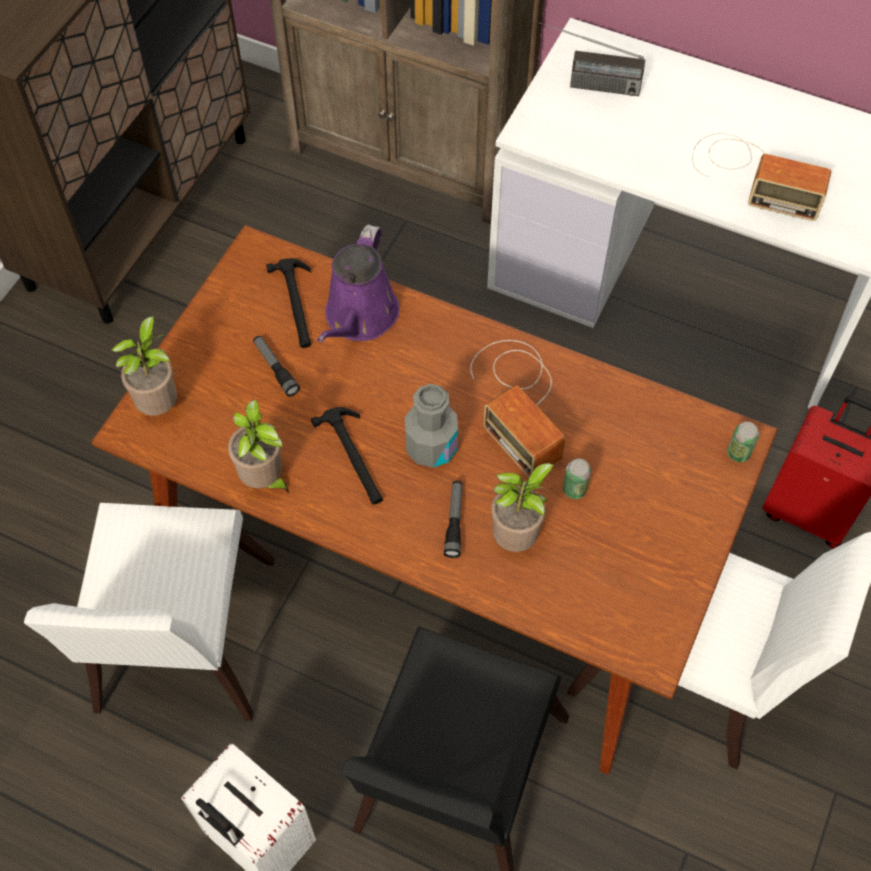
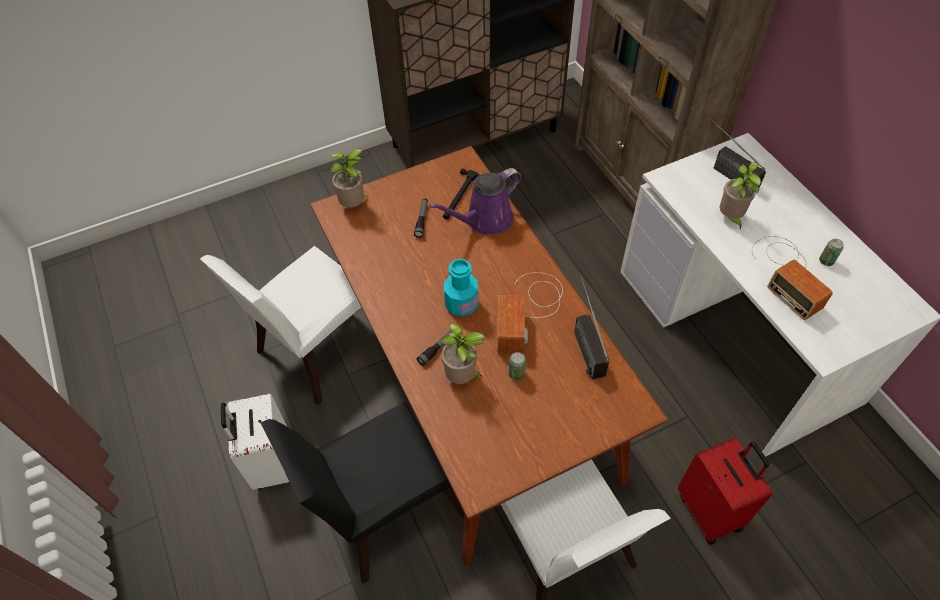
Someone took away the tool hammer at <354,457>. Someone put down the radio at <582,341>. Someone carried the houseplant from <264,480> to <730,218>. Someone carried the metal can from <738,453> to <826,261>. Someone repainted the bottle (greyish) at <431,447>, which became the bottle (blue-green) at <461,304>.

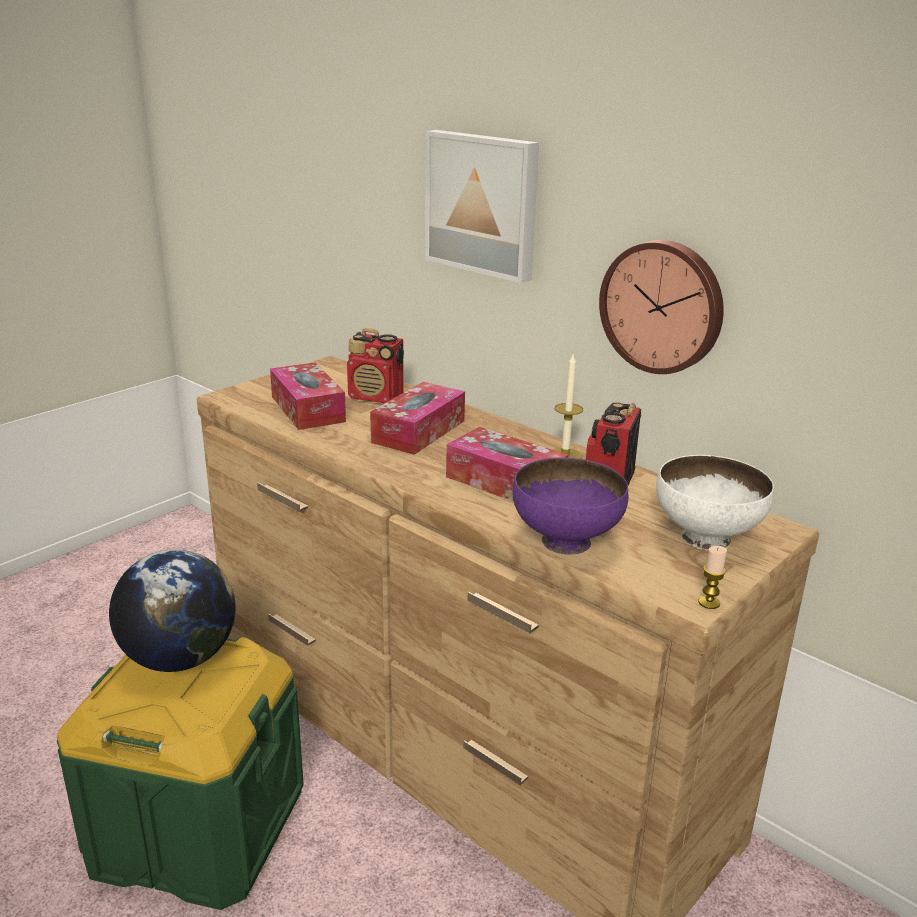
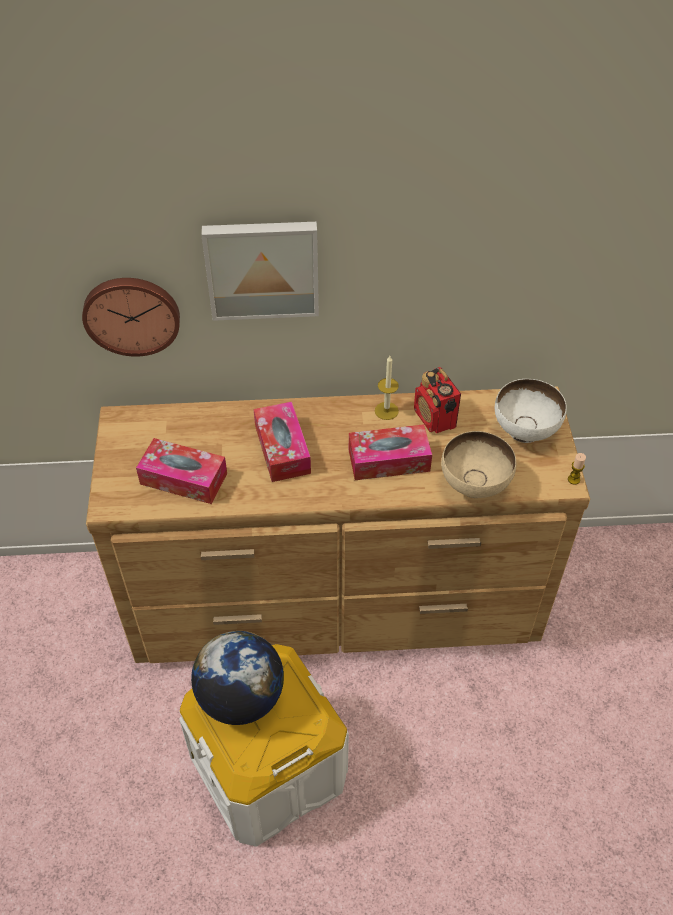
Someone took away the radio at <376,397>. Someone carried the wall clock from <663,306> to <132,314>. Someone repainted the storage box (green) at <198,828>, which became the storage box (whitish) at <269,768>. Someone repainted the serving bowl (purplish) at <565,542>, which became the serving bowl (sand-coloured) at <474,486>.

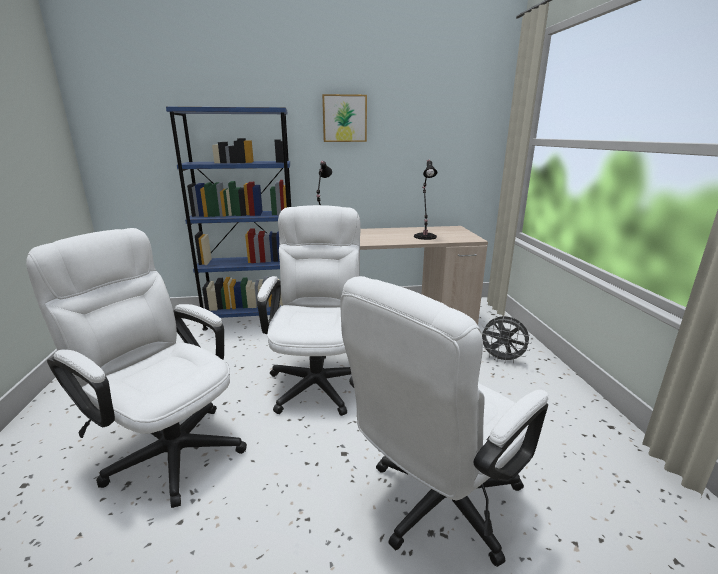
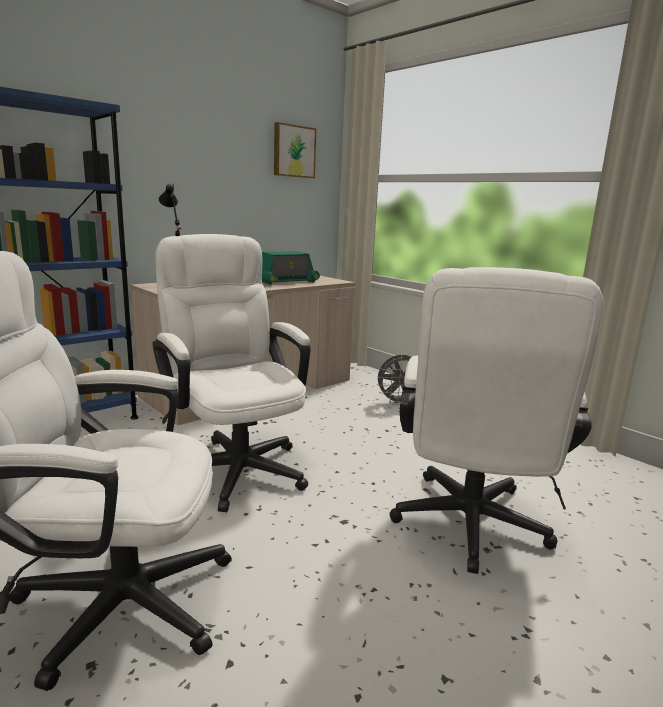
Someone carried the wall picture from <344,118> to <293,151>. Someone swapped the lamp for a table (black-coloured) at <425,236> for the radio at <286,281>.

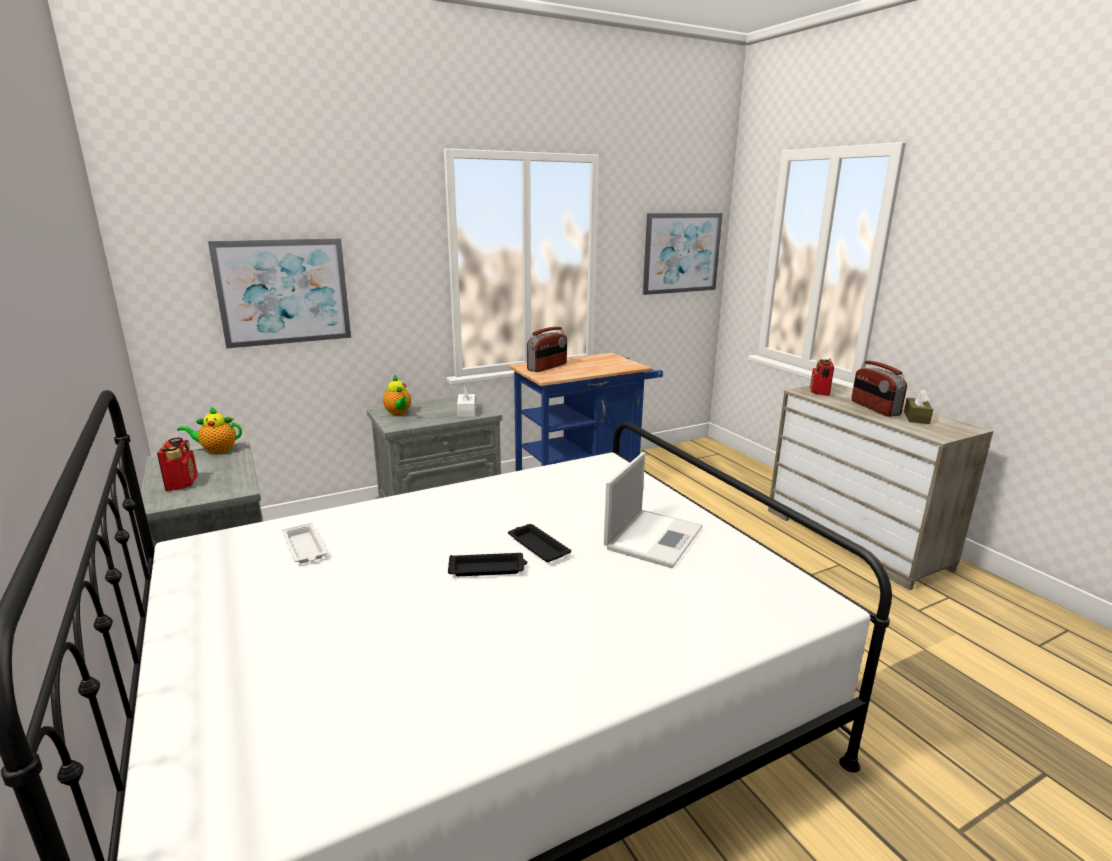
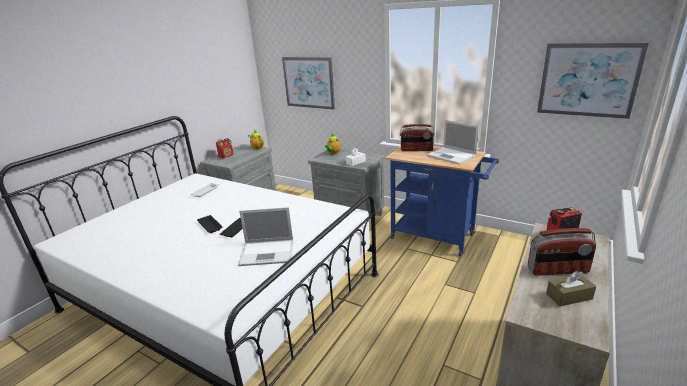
Someone put down the laptop at <452,156>. Someone rotated the radio at <874,408> by 135 degrees counterclockwise.

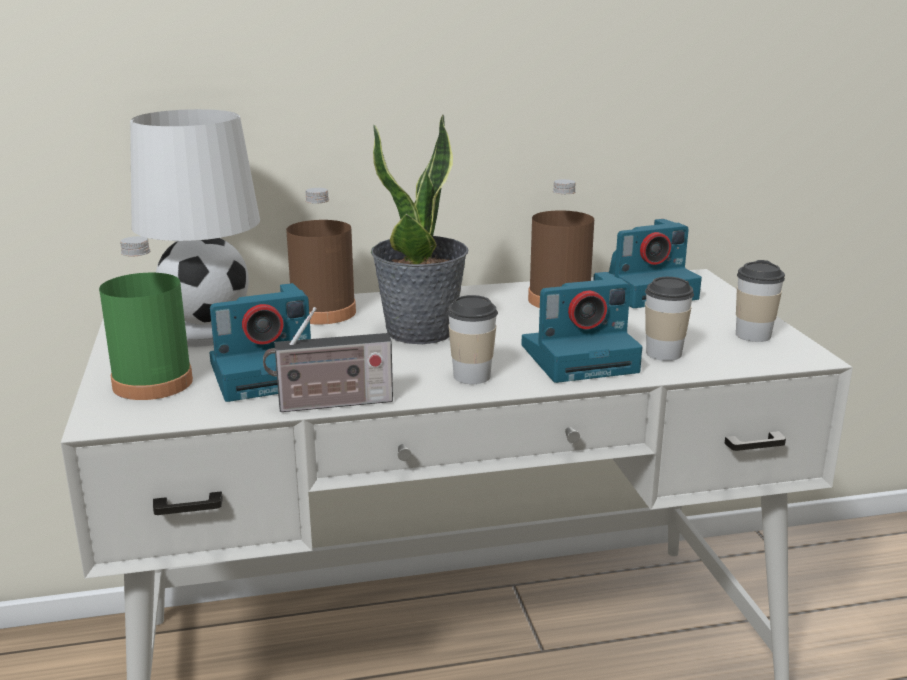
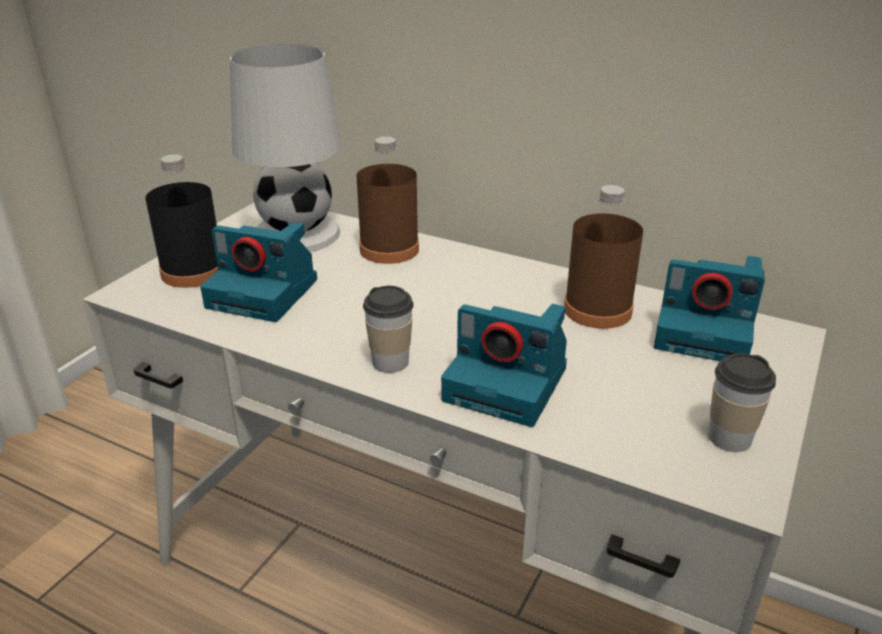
Someone took away the radio at <330,404>. Someone took away the houseplant at <421,331>. Someone took away the drinking cup at <663,353>. Someone repainted the bottle (green) at <152,383>, which became the bottle (black-coloured) at <193,272>.

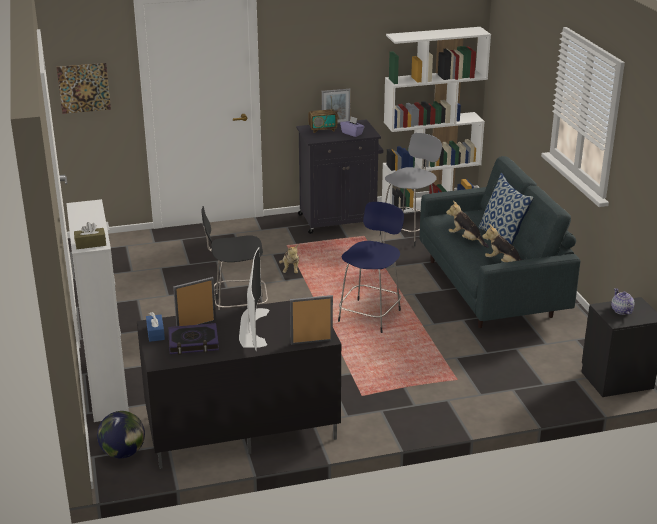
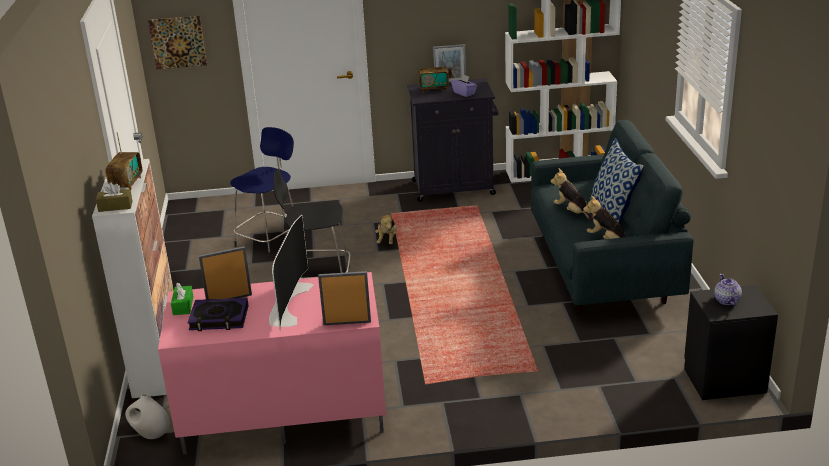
Someone took away the sitting stool (greyish) at <409,232>. Someone put down the radio at <126,184>. Someone carried the sitting stool (blue-coloured) from <370,315> to <270,241>. Someone swapped the globe at <123,453> for the flower vase (whitish) at <150,434>. Someone repainted the tv unit (black-coloured) at <240,429>, which became the tv unit (pink) at <282,414>. Someone repainted the tissue holder (blue-coloured) at <155,333>, which became the tissue holder (green) at <183,306>.

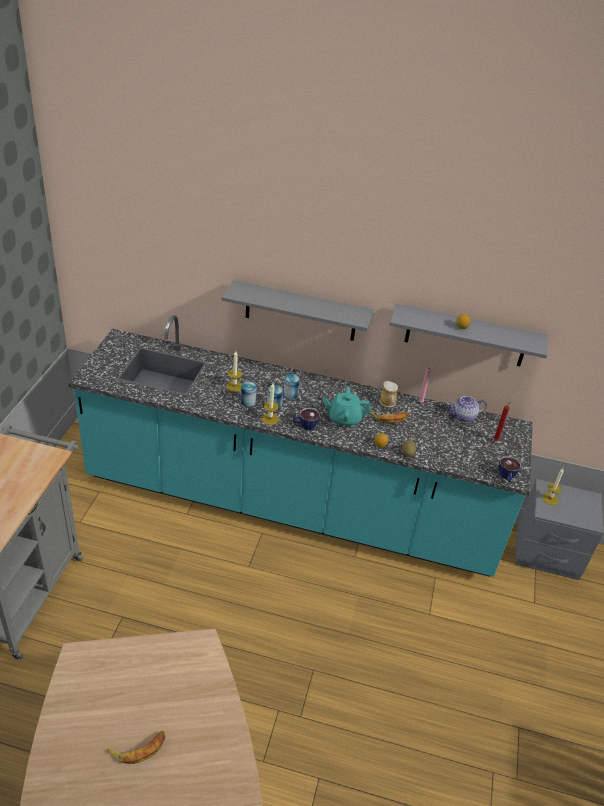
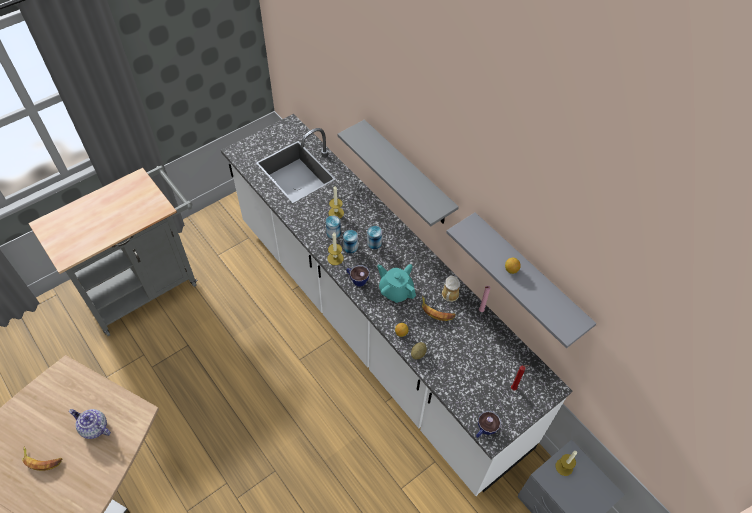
Someone carried the tea pot from <463,417> to <94,428>. Someone repainted the counter (blue-green) at <291,506>, which became the counter (whitish) at <373,328>.

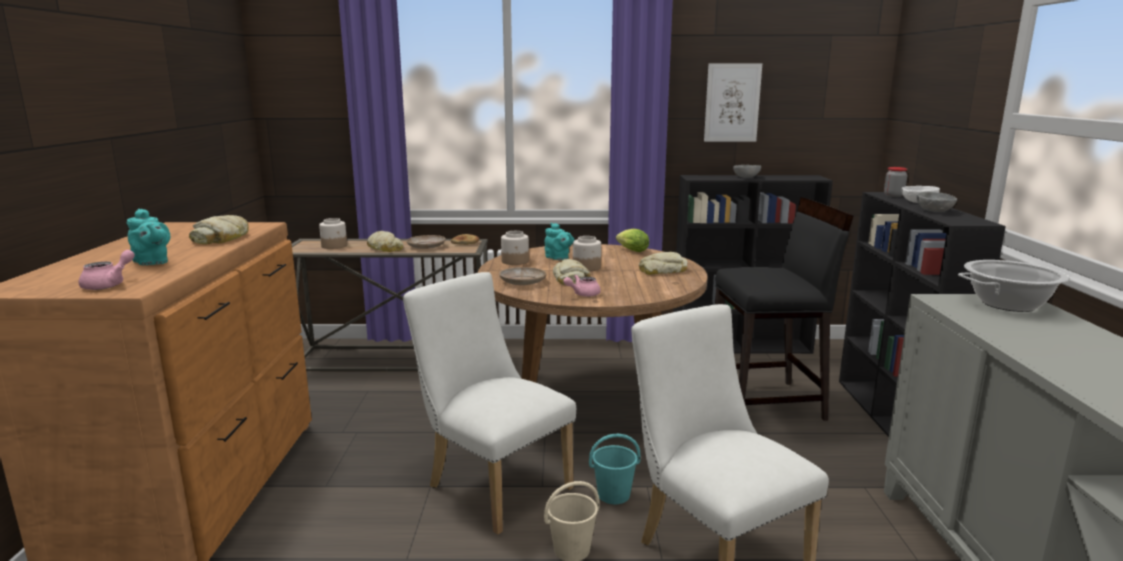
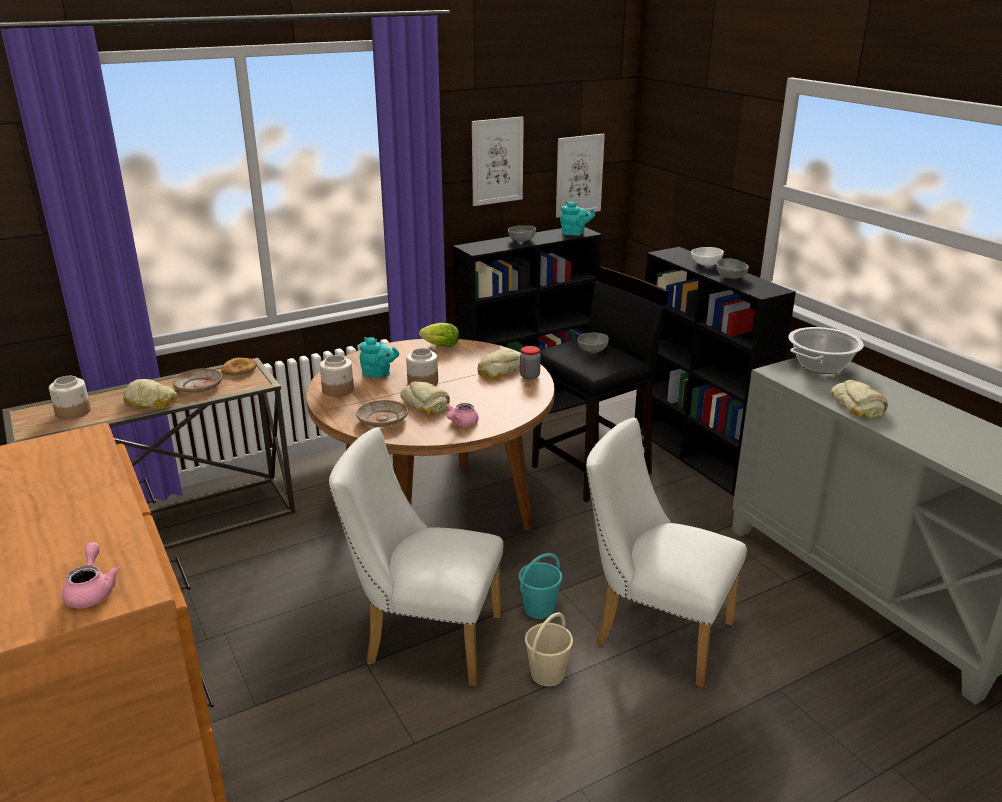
Someone put up the wall picture at <579,175>. Someone put down the serving bowl (greyish) at <591,350>. Someone carried the tea pot (blue-green) from <152,262> to <575,234>. Someone carried the bakery bread from <222,238> to <857,406>. Someone carried the jar from <893,195> to <529,376>.

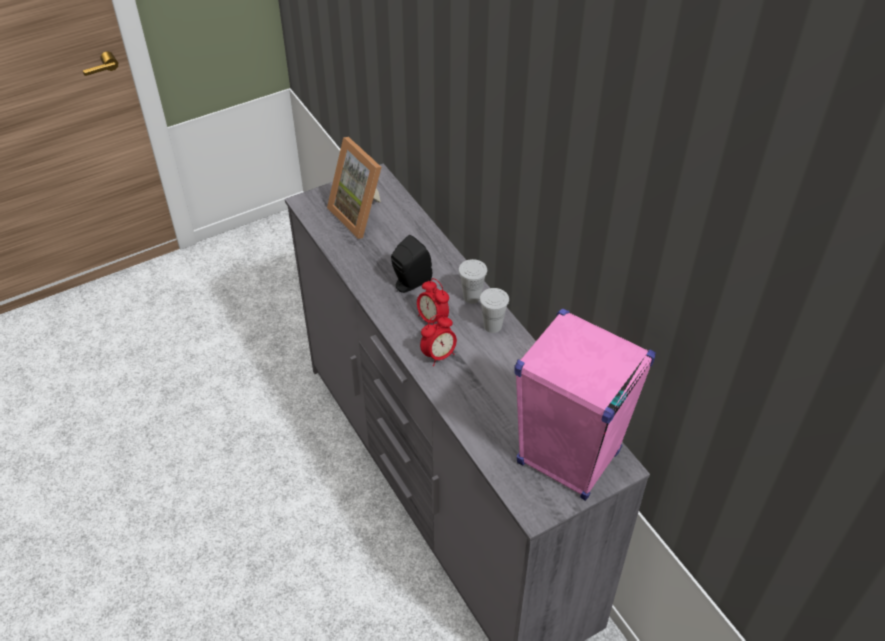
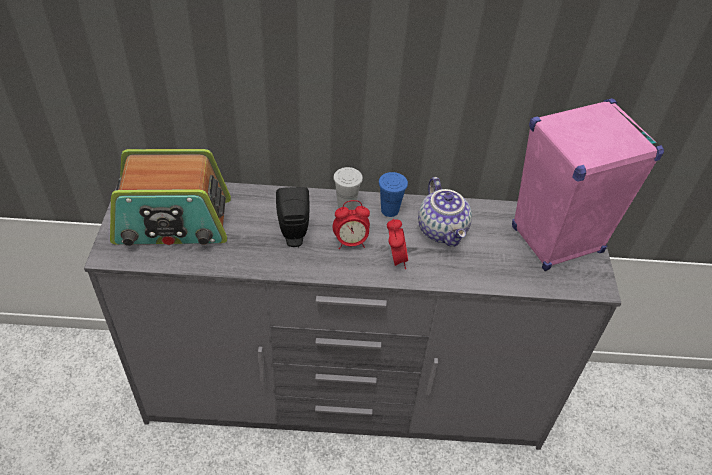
Someone put down the tea pot at <443,231>. Someone swapped the standing frame at <362,214> for the radio at <173,222>. Someone repainted the drinking cup (whitish) at <492,326>, which became the drinking cup (blue-coloured) at <390,210>.

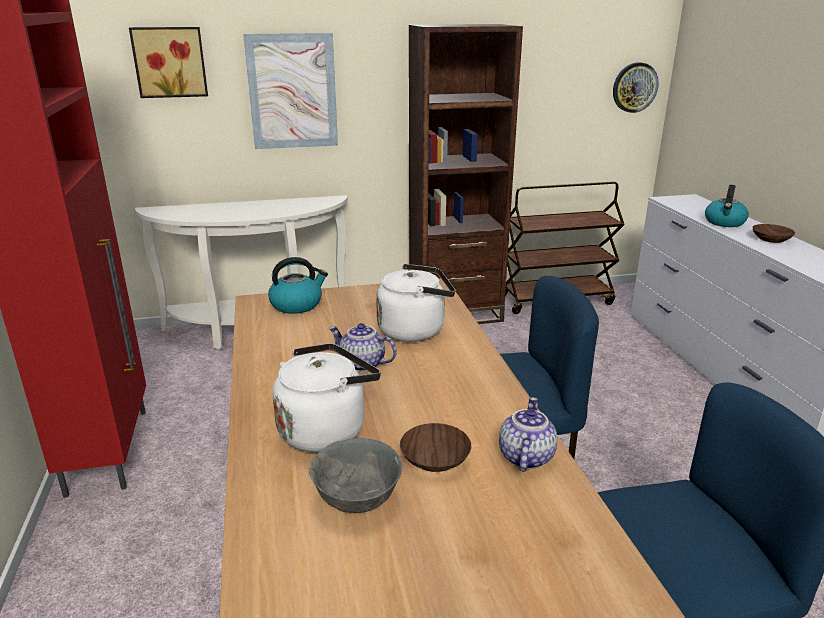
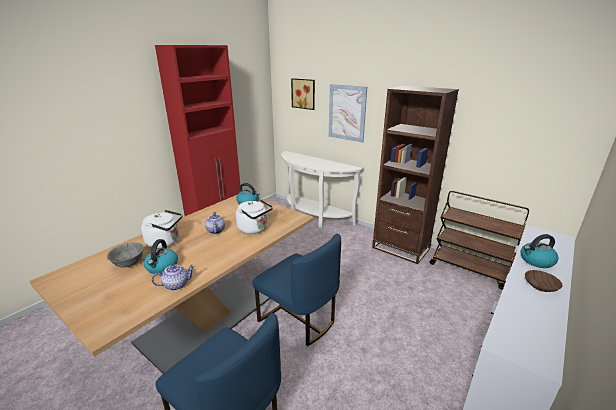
Someone took away the wall clock at <634,87>. Someone swapped the serving bowl (brown-coloured) at <435,457> for the kettle at <162,267>.

